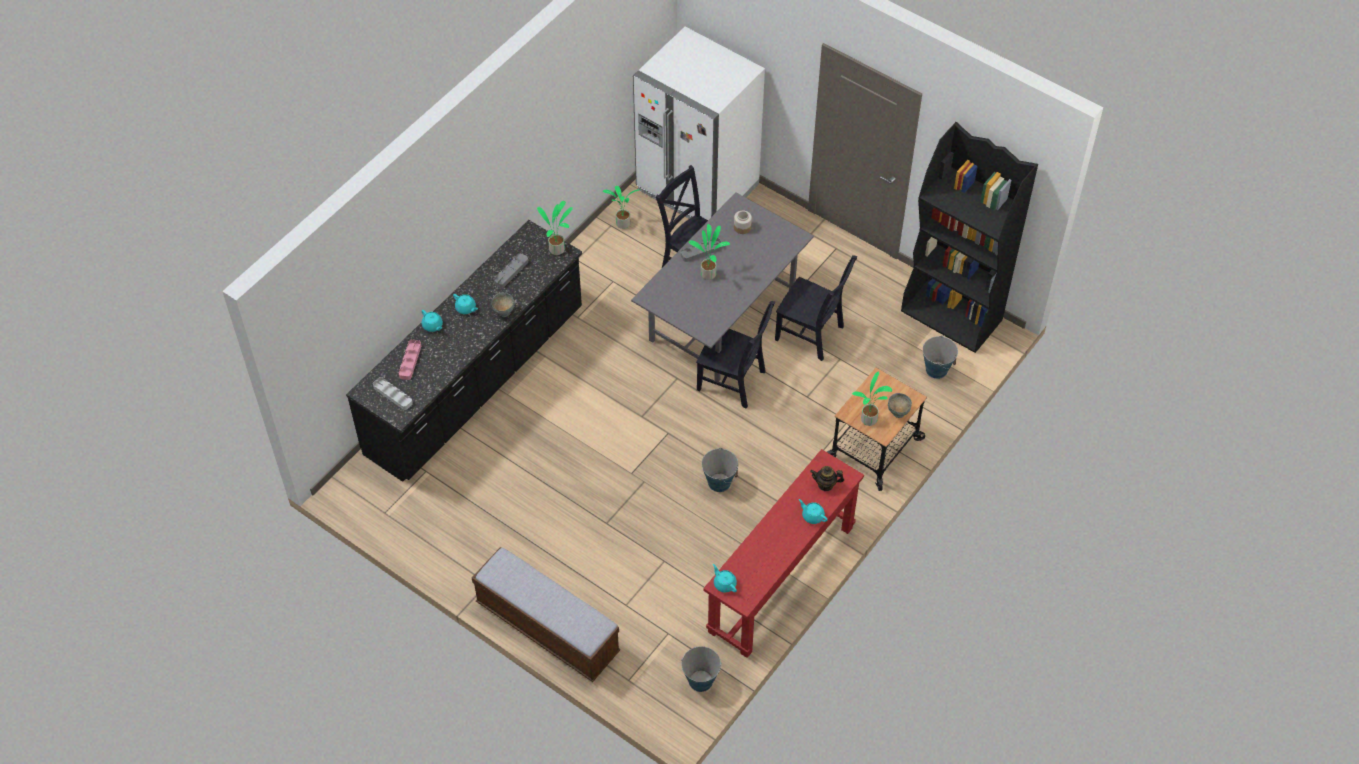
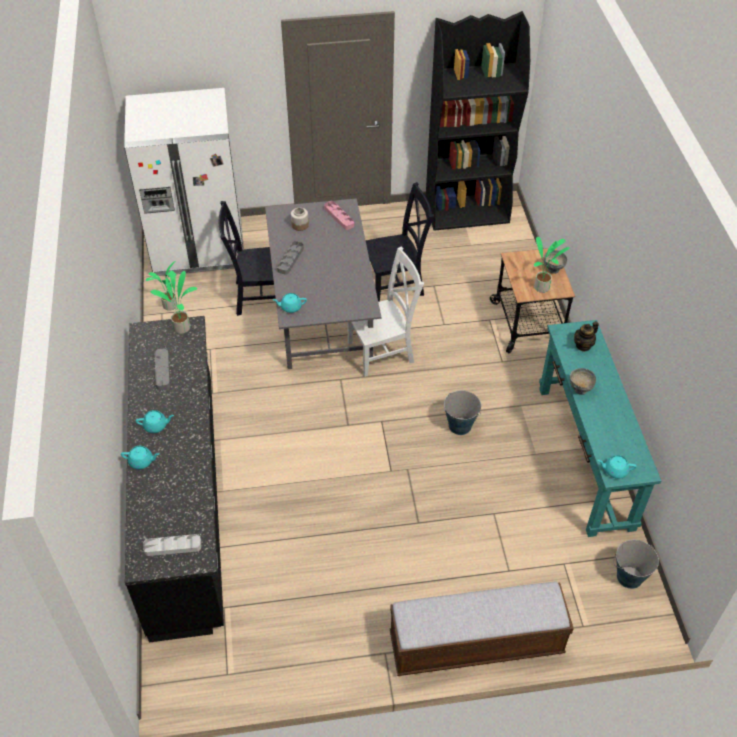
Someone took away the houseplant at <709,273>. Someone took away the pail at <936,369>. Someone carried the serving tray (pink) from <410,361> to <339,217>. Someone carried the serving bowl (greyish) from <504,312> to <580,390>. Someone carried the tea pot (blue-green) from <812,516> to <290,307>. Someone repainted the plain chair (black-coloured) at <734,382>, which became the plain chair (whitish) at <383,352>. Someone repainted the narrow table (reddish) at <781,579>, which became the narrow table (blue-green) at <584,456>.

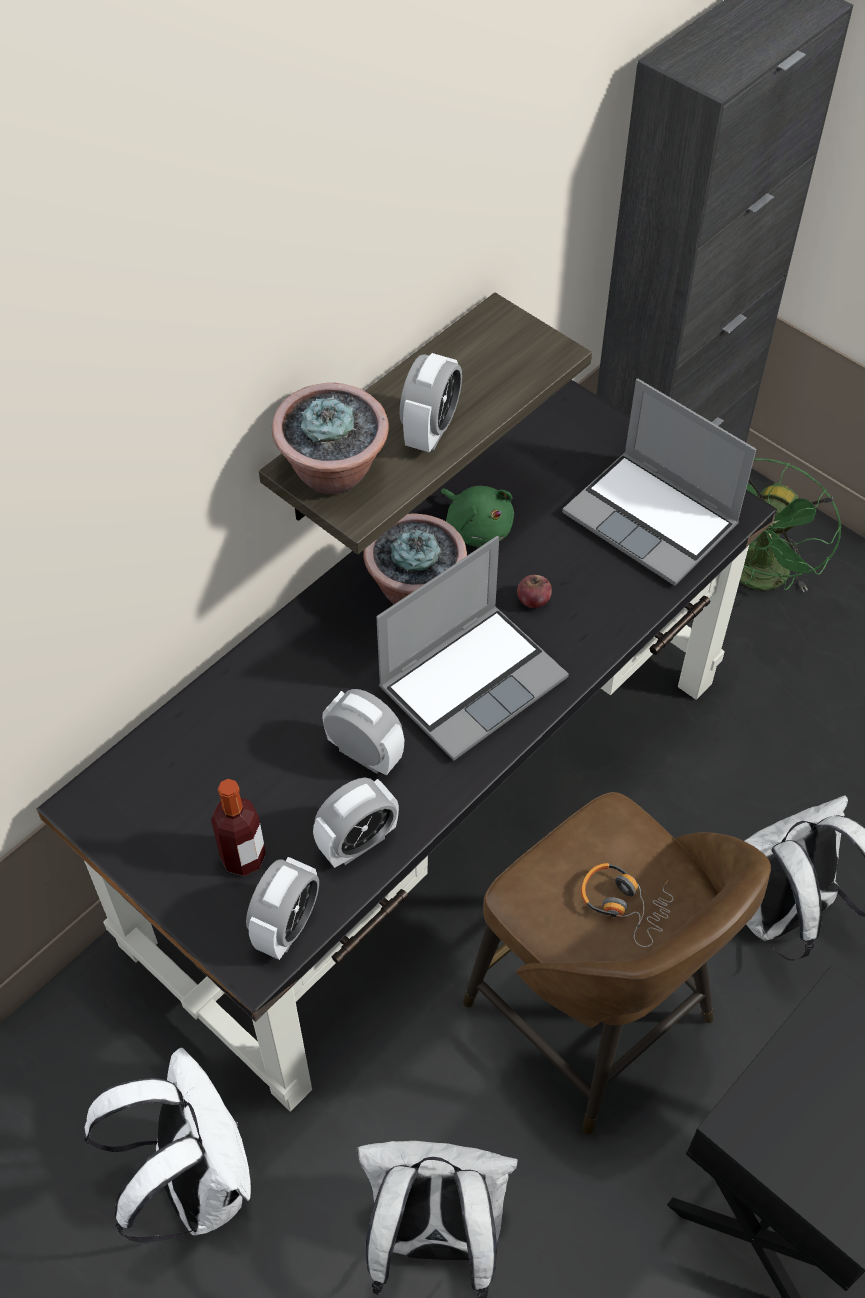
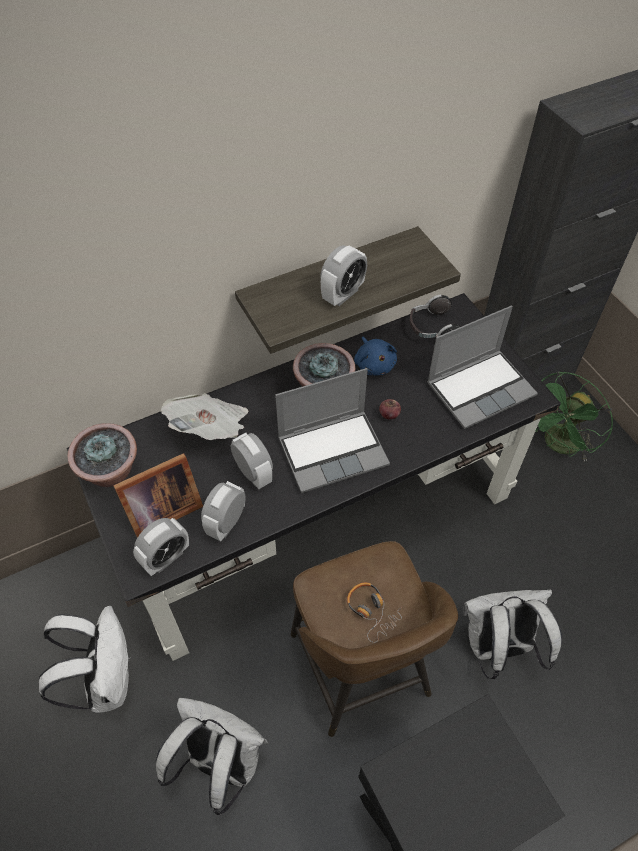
Someone put down the daily paper at <210,428>. Someone put down the headset at <431,329>. Someone carried the houseplant from <334,473> to <111,473>. Someone swapped the bottle at <243,857> for the standing frame at <161,510>. Someone repainted the cuddly toy (green) at <477,527>, which became the cuddly toy (blue-coloured) at <374,364>. Someone rotated the alarm clock at <357,843> by 135 degrees clockwise. Someone rotated the laptop at <653,520> by 90 degrees counterclockwise.

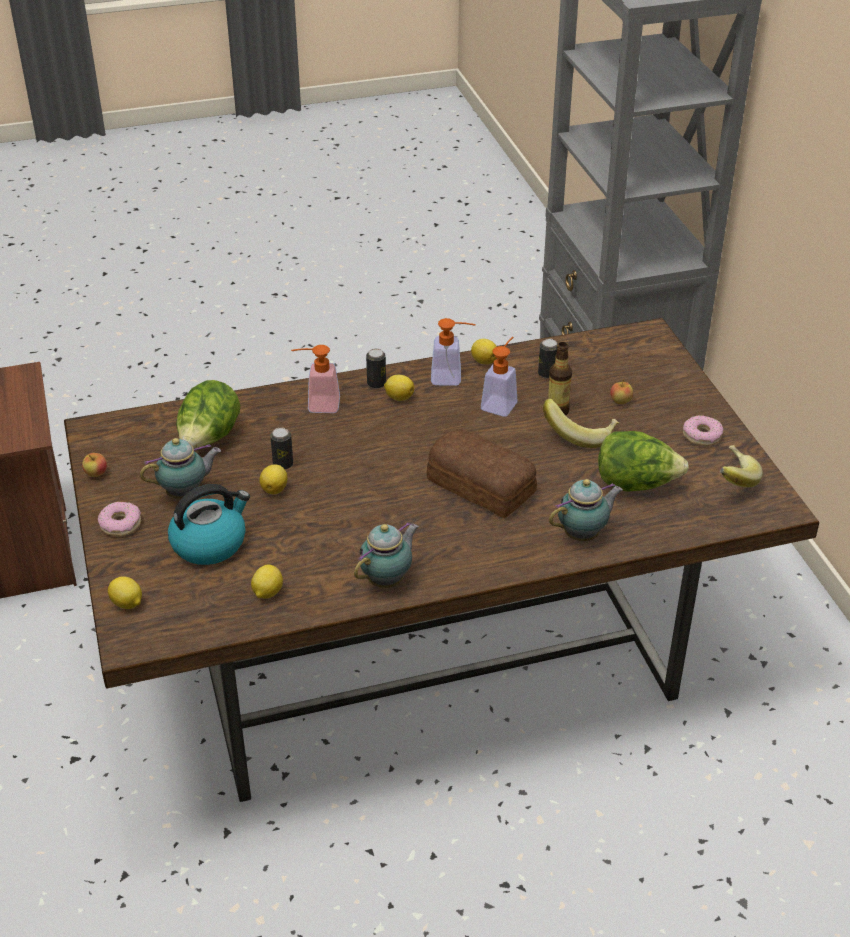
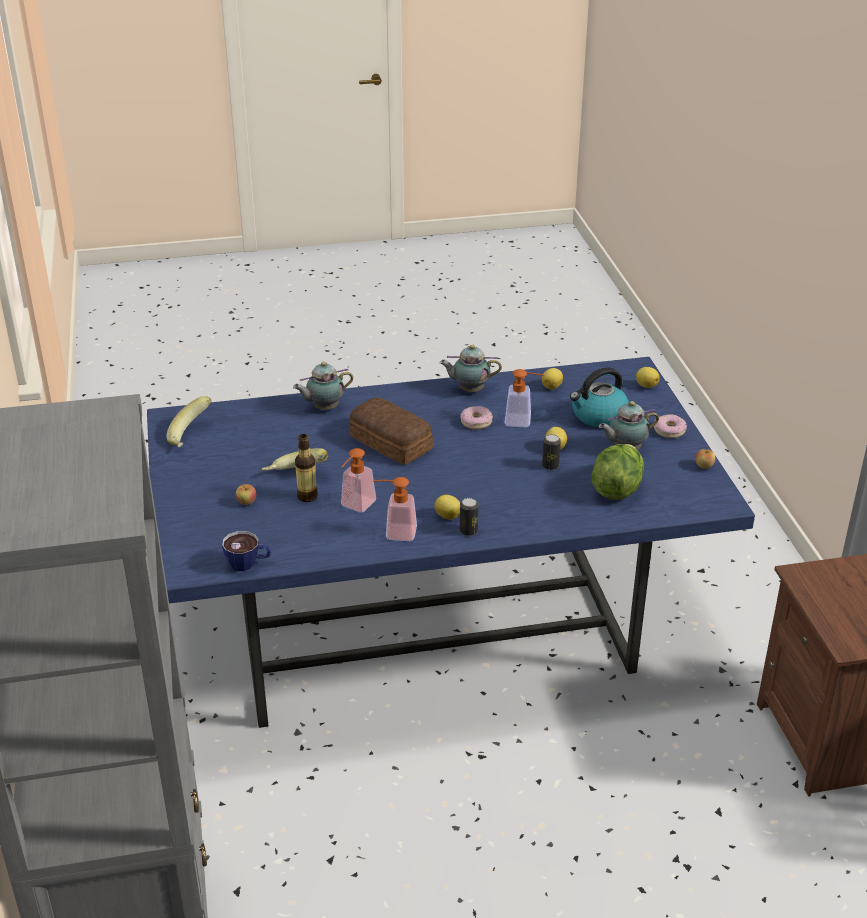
Someone took away the lemon at <483,361>. Someone took away the metal can at <547,373>. Someone took away the head of lettuce at <636,484>. Someone put down the drinking cup at <248,564>. Someone carried the liquid soap bottle from <317,405> to <523,421>. Someone carried the doughnut from <702,436> to <476,422>. Someone repainted the kitchen table (brown-coloured) at <423,654>, which became the kitchen table (blue-coloured) at <434,625>. Someone rotated the tea pot at <388,580> by 45 degrees clockwise.

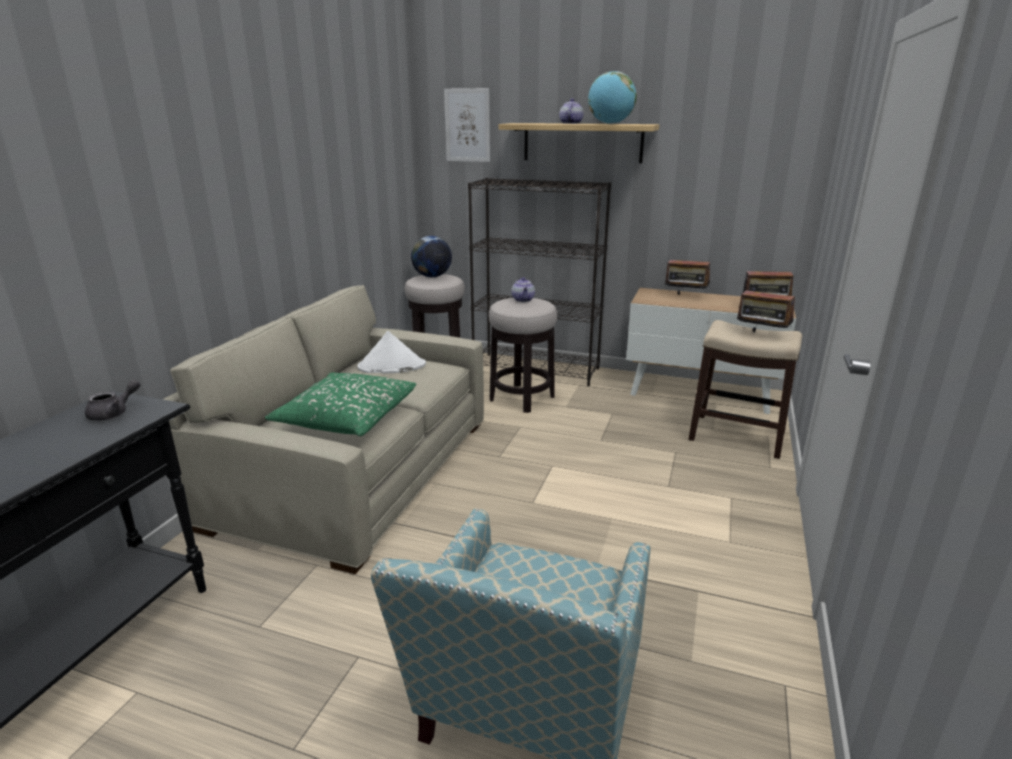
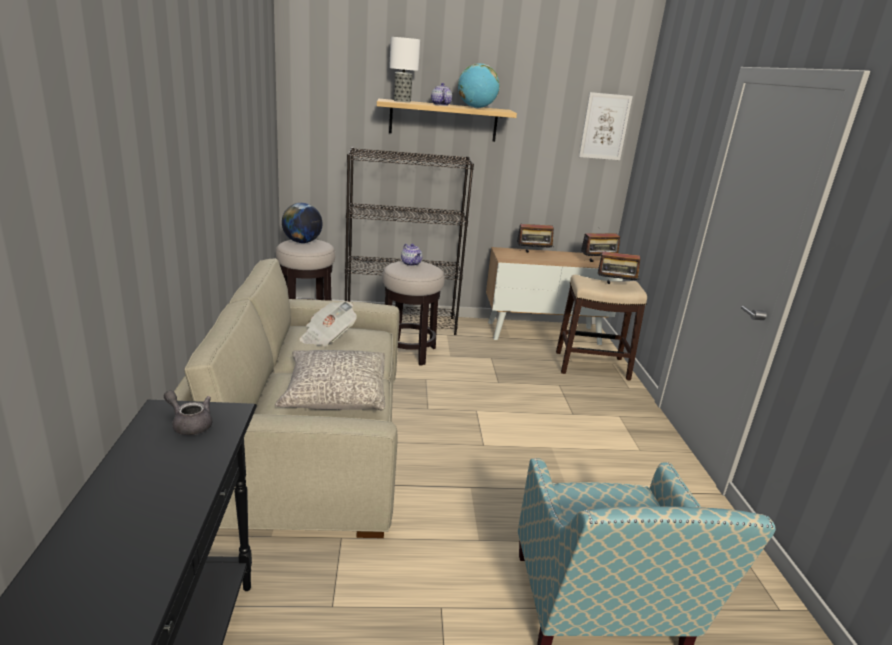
Someone put down the lamp for a table at <401,101>. Someone carried the wall picture from <467,125> to <604,126>. Someone swapped the wearable hat (whitish) at <391,366> for the daily paper at <327,337>. Someone repainted the throw pillow (green) at <347,417>, which became the throw pillow (greyish) at <335,393>. Someone rotated the tea pot (greyish) at <114,413> by 75 degrees counterclockwise.

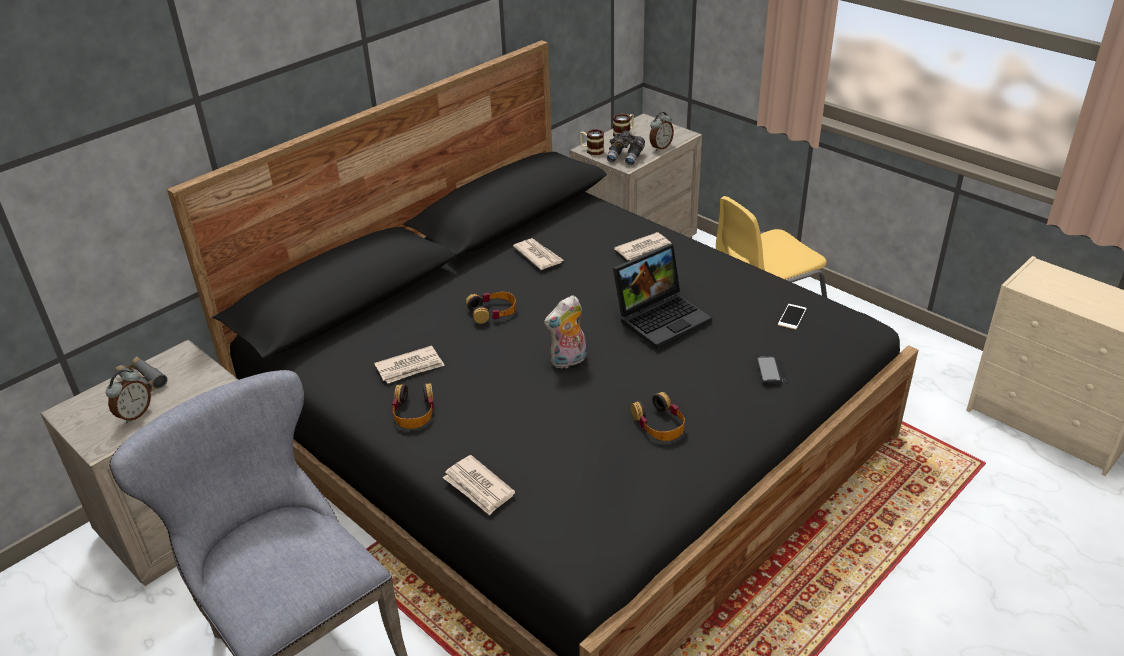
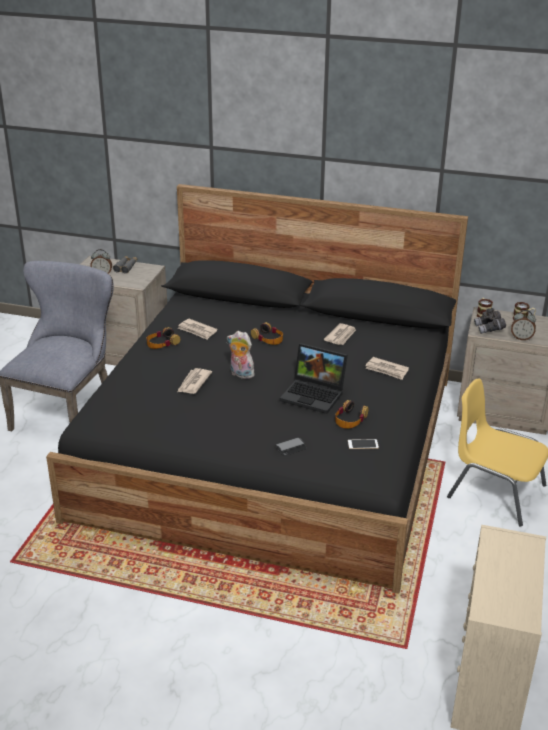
Someone carried the daily paper from <478,487> to <193,383>. Someone carried the headset from <659,424> to <350,419>.

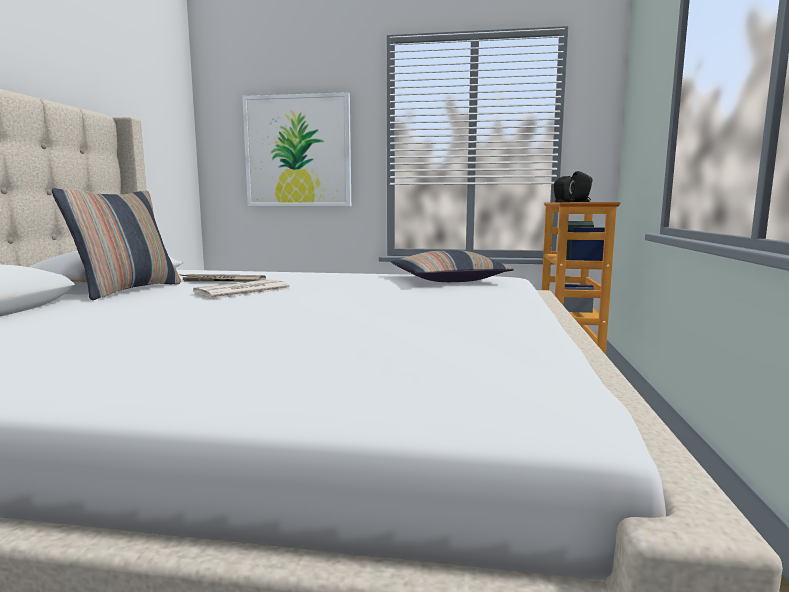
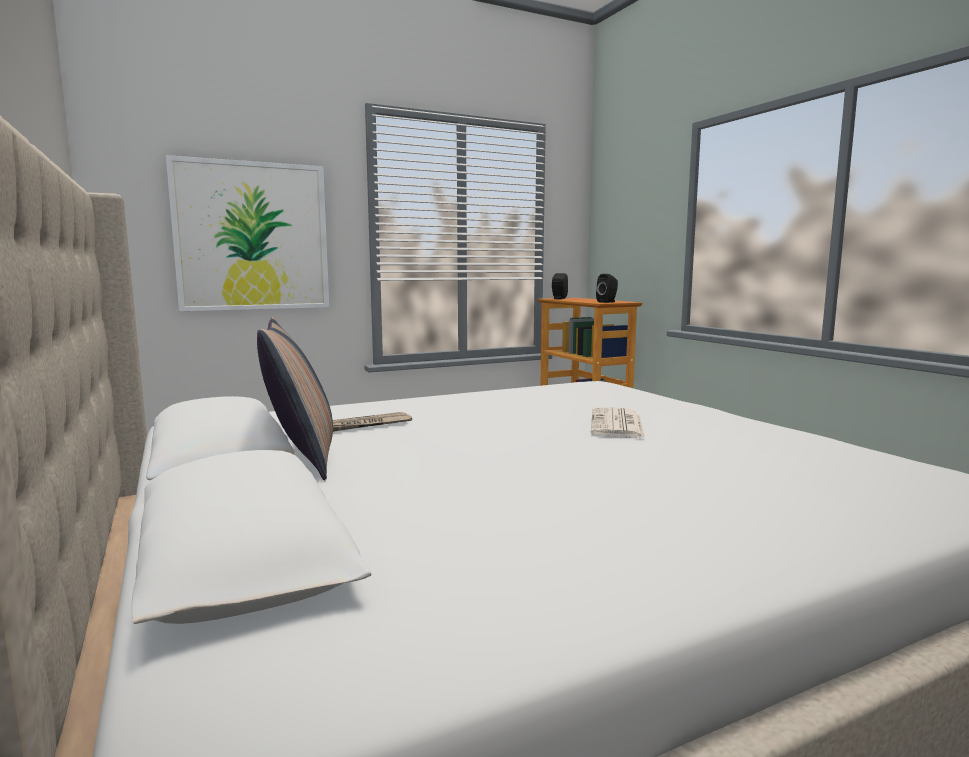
Someone took away the throw pillow at <448,280>. Someone carried the daily paper from <242,291> to <617,425>.

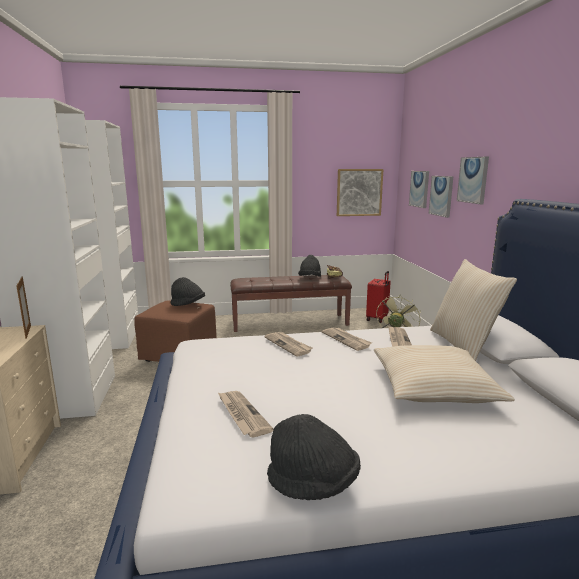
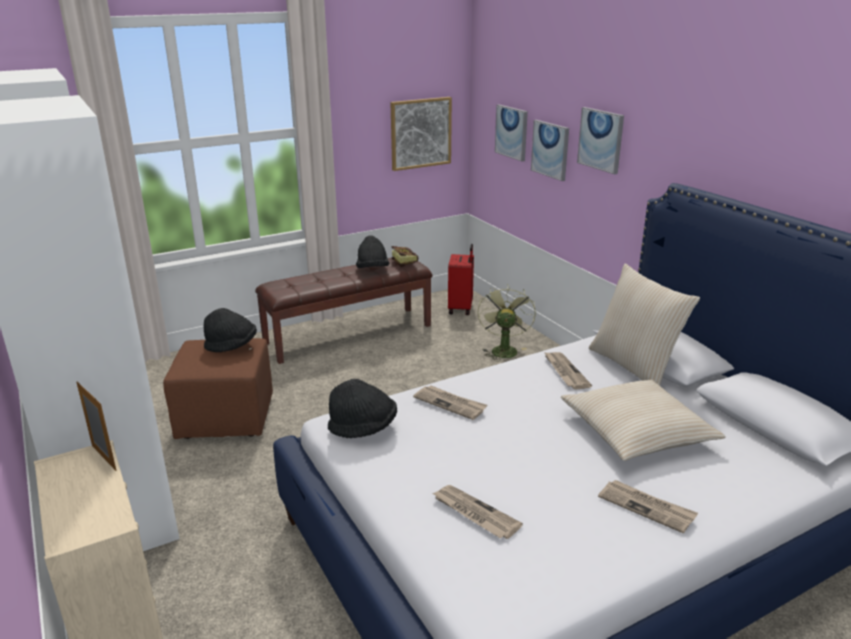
Someone carried the wearable hat (black-coloured) from <313,484> to <363,428>. Someone carried the daily paper from <346,340> to <647,507>.

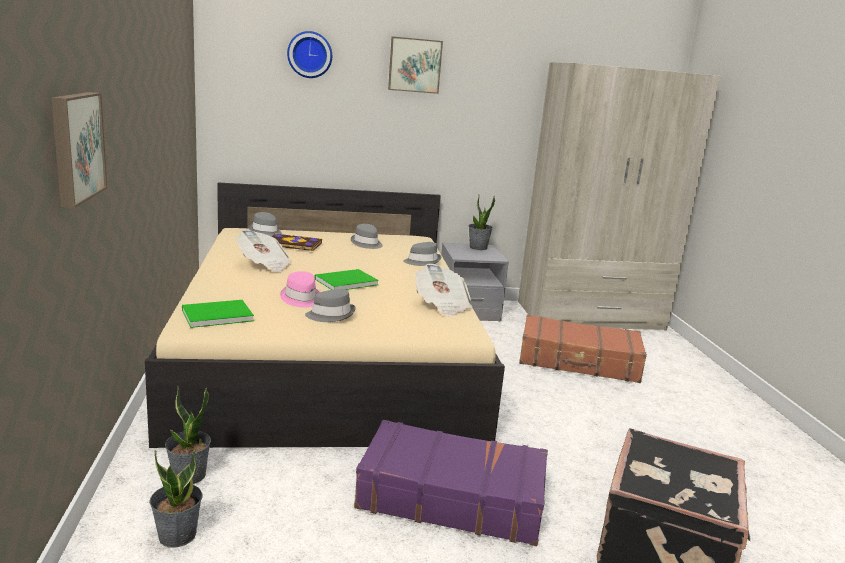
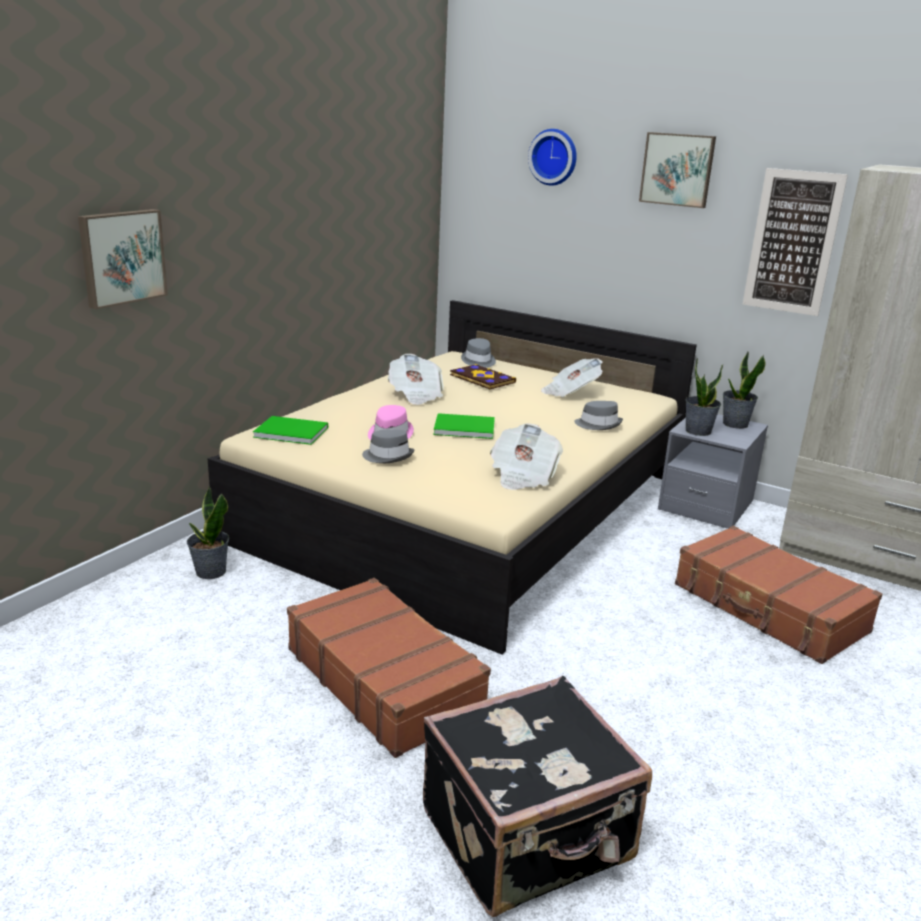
Someone put up the wall picture at <792,242>. Someone carried the houseplant from <177,535> to <698,431>. Someone swapped the wearable hat (greyish) at <366,244> for the daily paper at <570,392>. Someone repainted the suitcase (purplish) at <451,497>, which became the suitcase (brown-coloured) at <384,679>.

